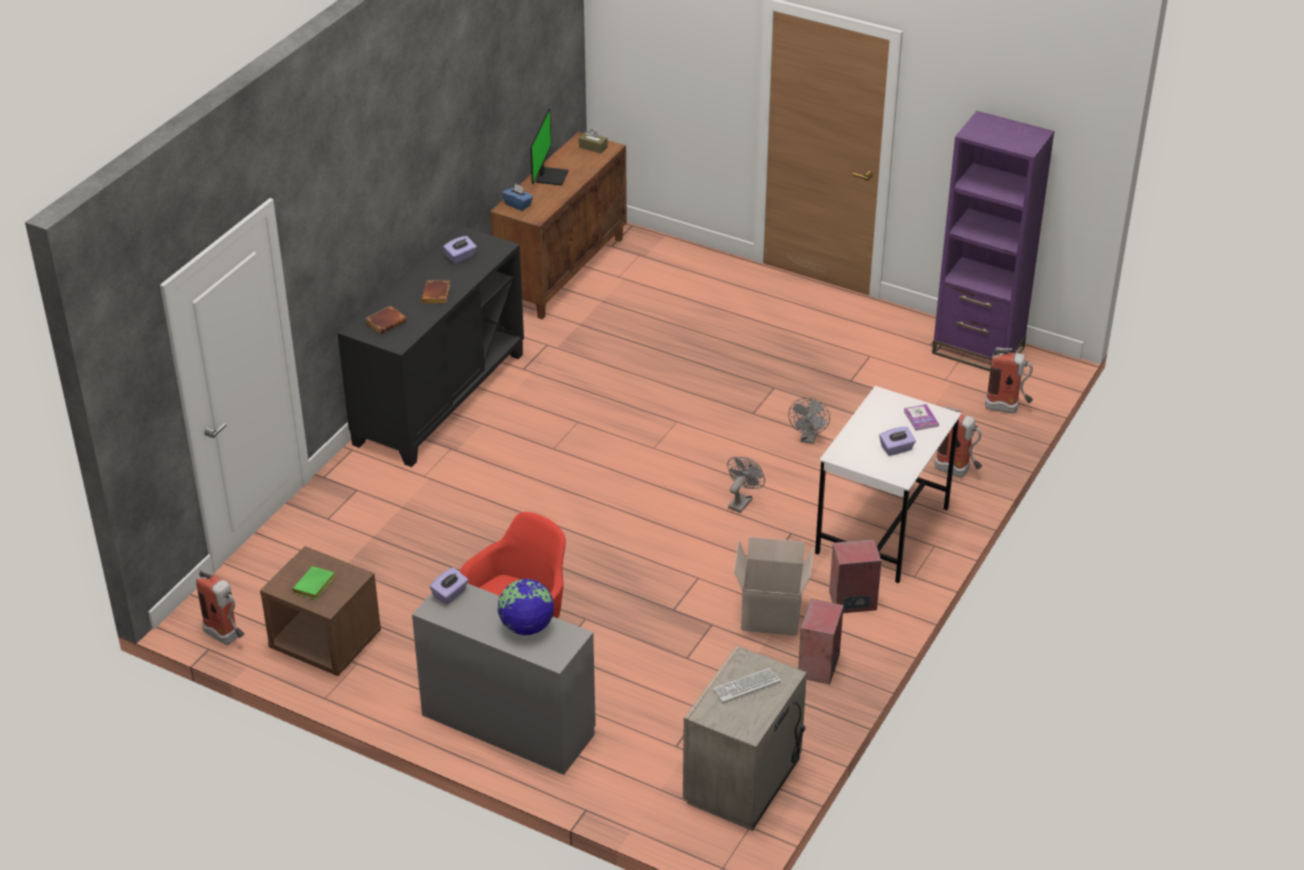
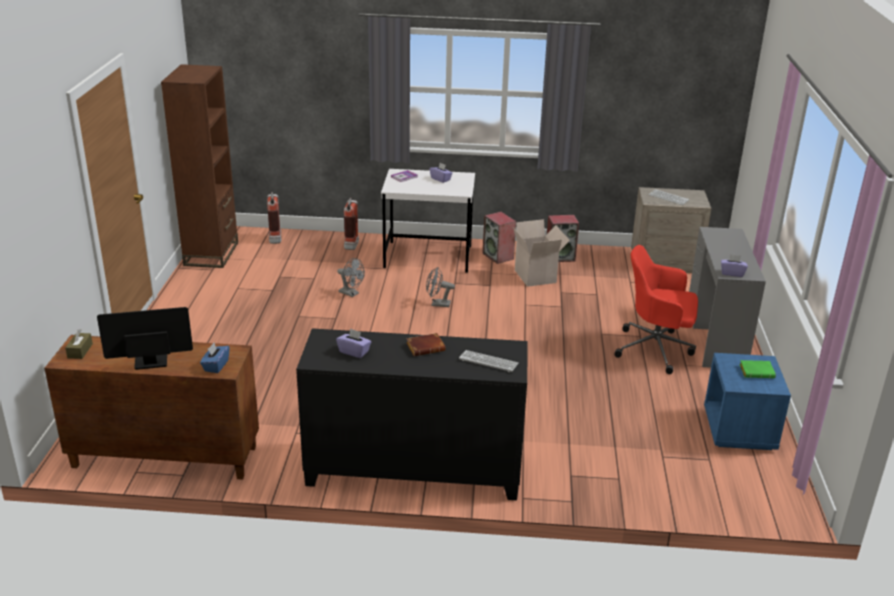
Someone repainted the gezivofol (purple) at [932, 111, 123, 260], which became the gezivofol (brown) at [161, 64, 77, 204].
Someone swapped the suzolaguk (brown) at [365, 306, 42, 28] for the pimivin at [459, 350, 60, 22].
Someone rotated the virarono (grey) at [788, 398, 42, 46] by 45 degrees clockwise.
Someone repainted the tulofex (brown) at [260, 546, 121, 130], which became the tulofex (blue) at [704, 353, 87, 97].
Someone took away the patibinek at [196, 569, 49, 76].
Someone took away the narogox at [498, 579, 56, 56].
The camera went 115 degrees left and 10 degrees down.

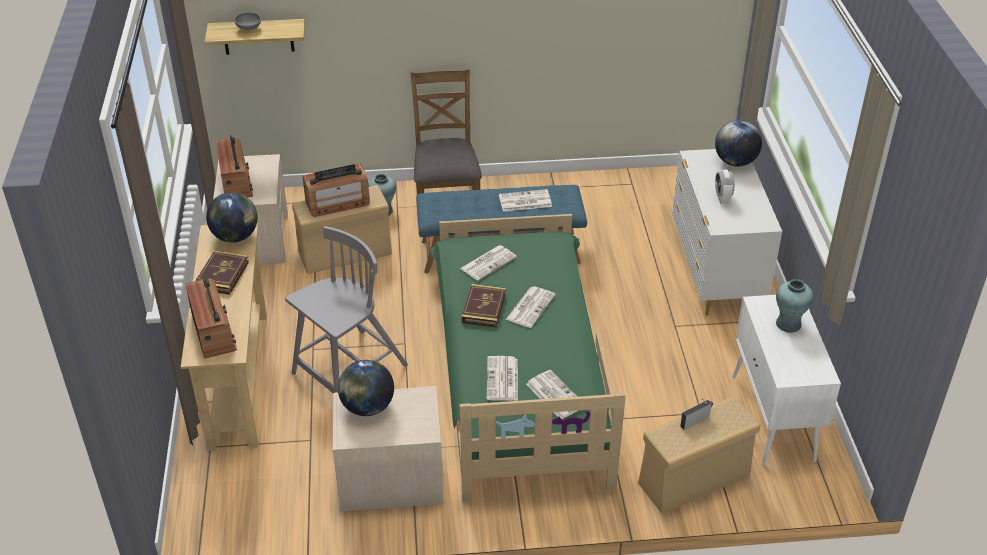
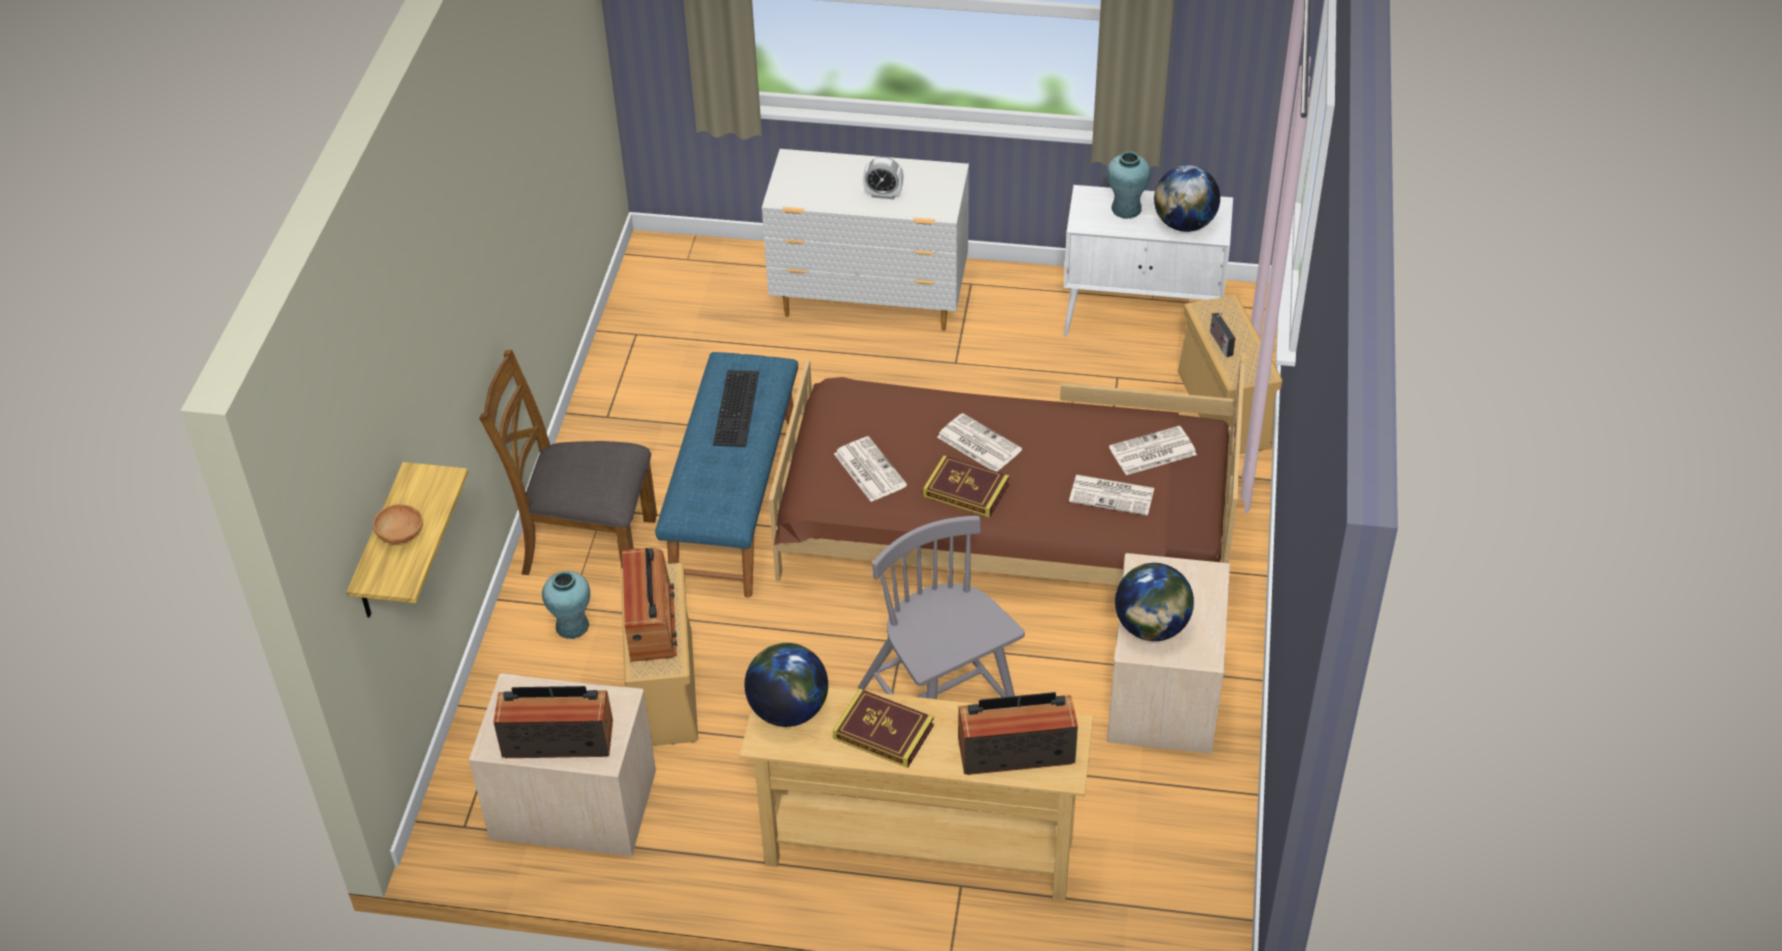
Someone repainted the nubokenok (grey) at [234, 12, 27, 18], which became the nubokenok (brown) at [373, 504, 50, 40].
Someone carried the narogox from [715, 120, 47, 47] to [1154, 165, 66, 67].
Someone swapped the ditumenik at [499, 189, 53, 23] for the pimivin at [713, 370, 46, 77].
Someone repainted the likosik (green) at [430, 214, 196, 289], which became the likosik (brown) at [769, 352, 477, 233].
The camera went 75 degrees left and 5 degrees up.

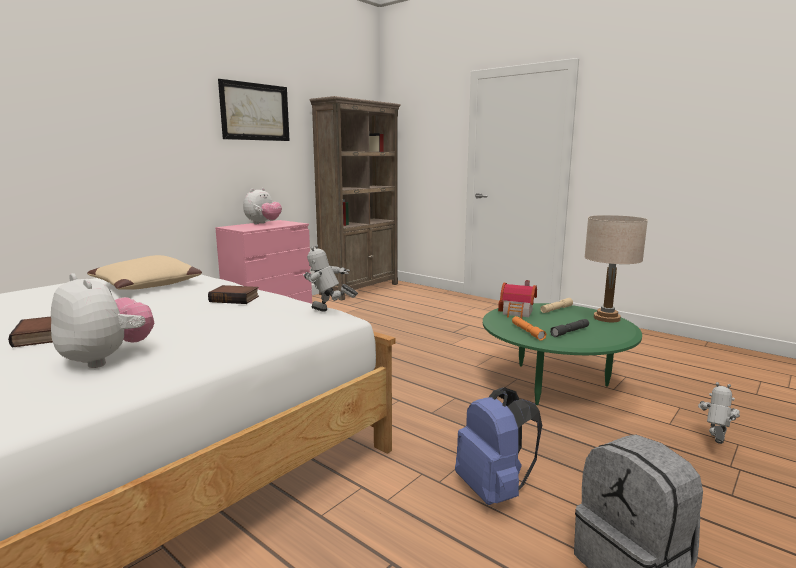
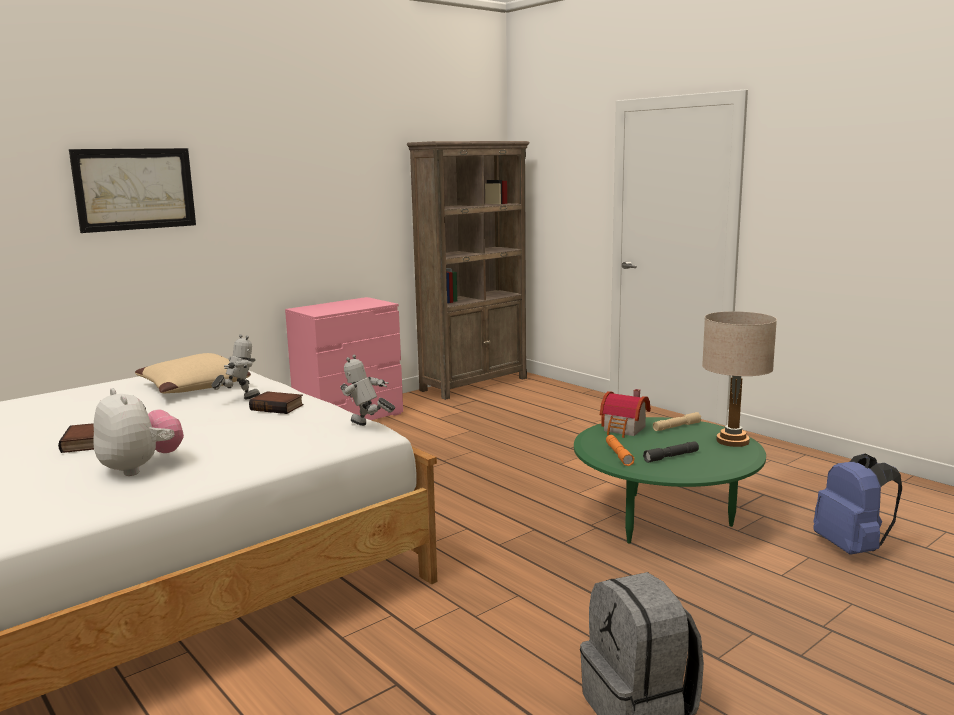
Someone carried the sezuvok from [218, 79, 72, 62] to [69, 148, 127, 85].
Someone took away the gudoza at [243, 188, 39, 36].
Someone carried the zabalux from [698, 382, 42, 62] to [211, 334, 49, 65].
Someone carried the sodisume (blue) from [455, 387, 87, 118] to [813, 454, 89, 101].
The camera went 10 degrees right and 0 degrees up.

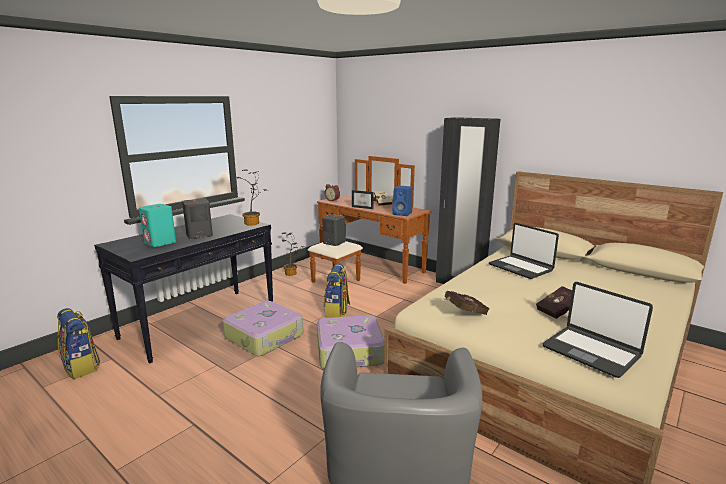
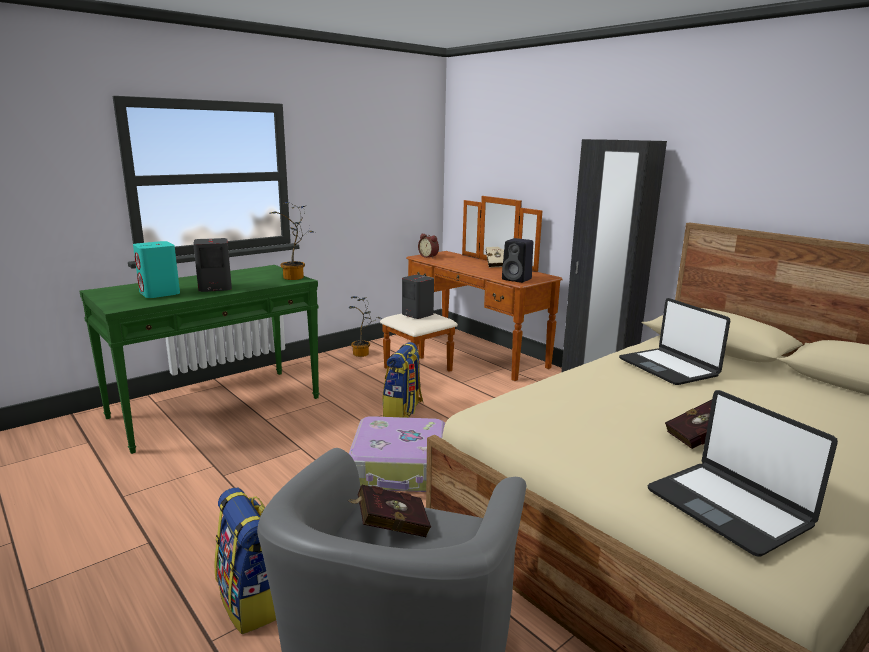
Someone repainted the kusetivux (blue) at [392, 186, 20, 30], which became the kusetivux (black) at [502, 238, 31, 45].
Someone took away the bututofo at [352, 190, 22, 19].
Someone repainted the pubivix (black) at [94, 214, 179, 149], which became the pubivix (green) at [79, 265, 240, 189].
Someone carried the suzolaguk (red) from [444, 291, 46, 24] to [347, 485, 84, 52].
Someone took away the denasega at [223, 301, 81, 55].
Someone carried the sodisume from [57, 308, 43, 71] to [214, 488, 62, 146].
The camera went 10 degrees right and 0 degrees up.

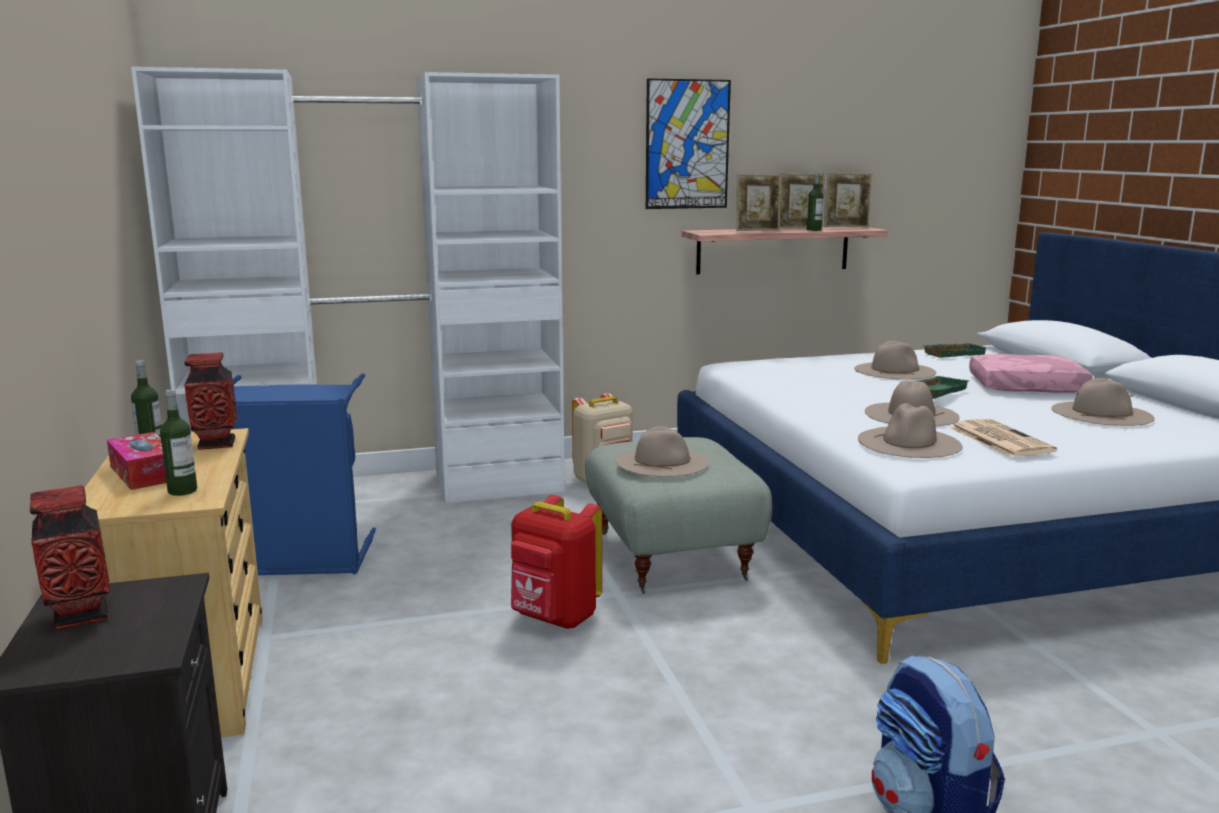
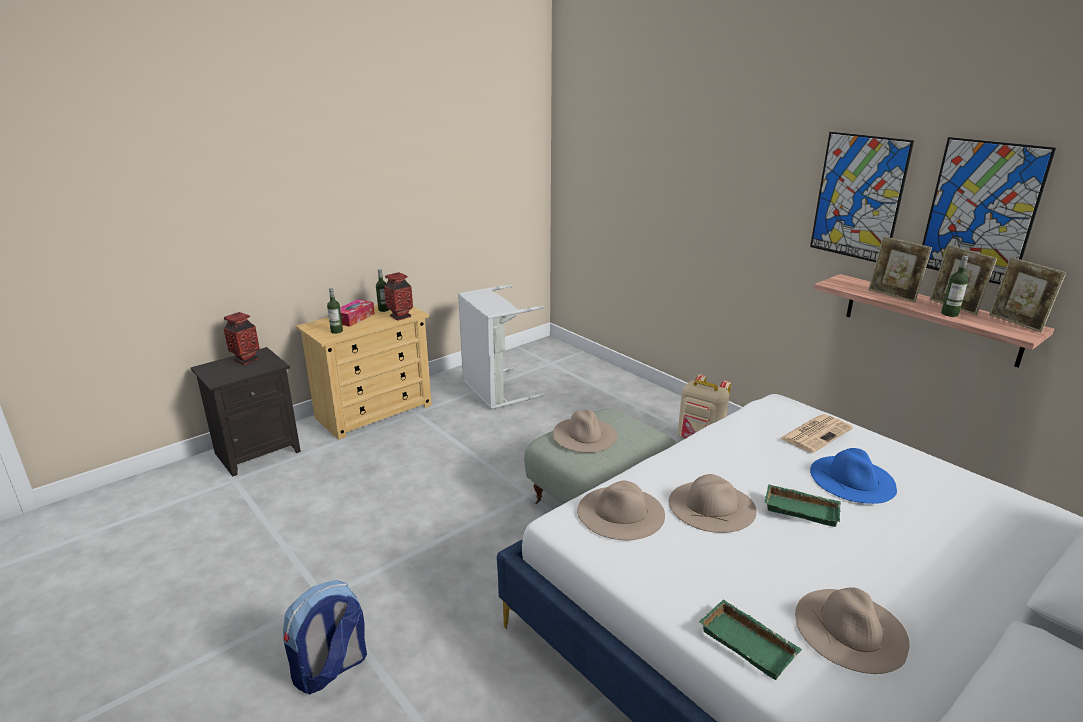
Someone took away the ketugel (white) at [131, 67, 434, 436].
Someone repainted the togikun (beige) at [854, 341, 83, 39], which became the togikun (blue) at [810, 448, 87, 56].
Someone carried the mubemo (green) from [922, 343, 66, 15] to [699, 599, 103, 81].
Someone took away the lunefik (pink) at [969, 354, 124, 39].
Someone repainted the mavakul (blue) at [232, 373, 144, 202], which became the mavakul (grey) at [458, 285, 86, 124].
Someone carried the ditumenik from [950, 419, 107, 38] to [780, 414, 73, 39].
Someone took away the sodisume (red) at [511, 495, 91, 134].
Someone put up the sezuvok at [922, 137, 134, 148].
The camera went 65 degrees right and 10 degrees up.

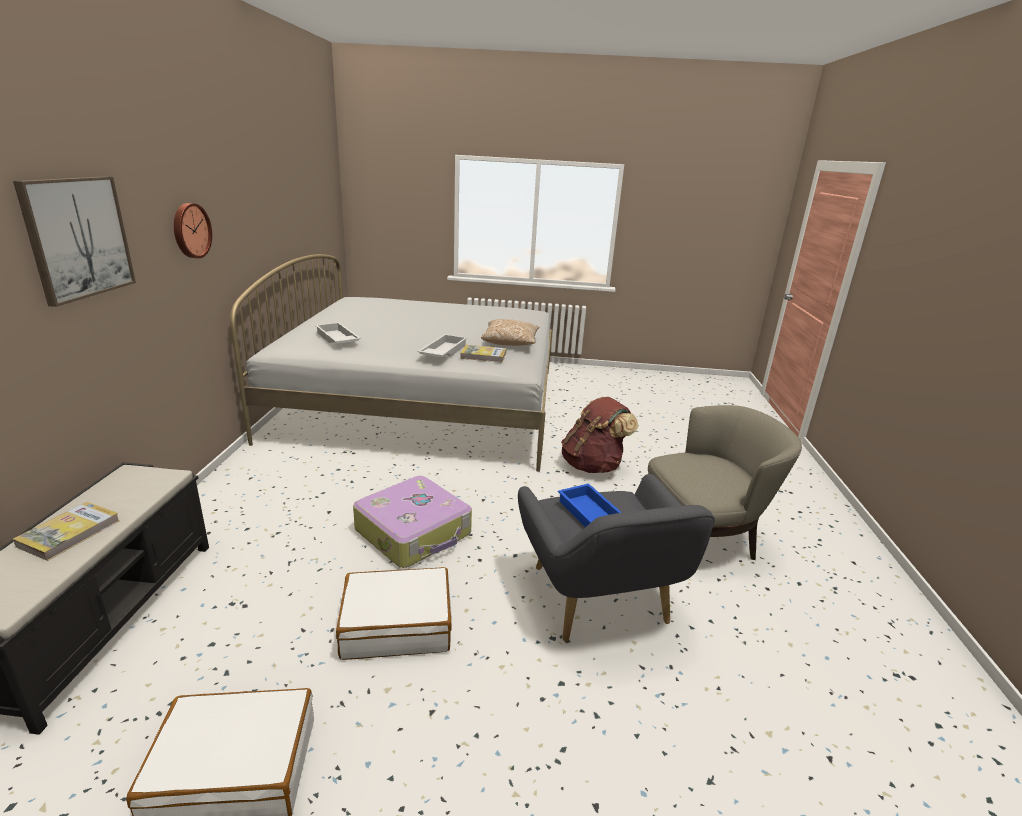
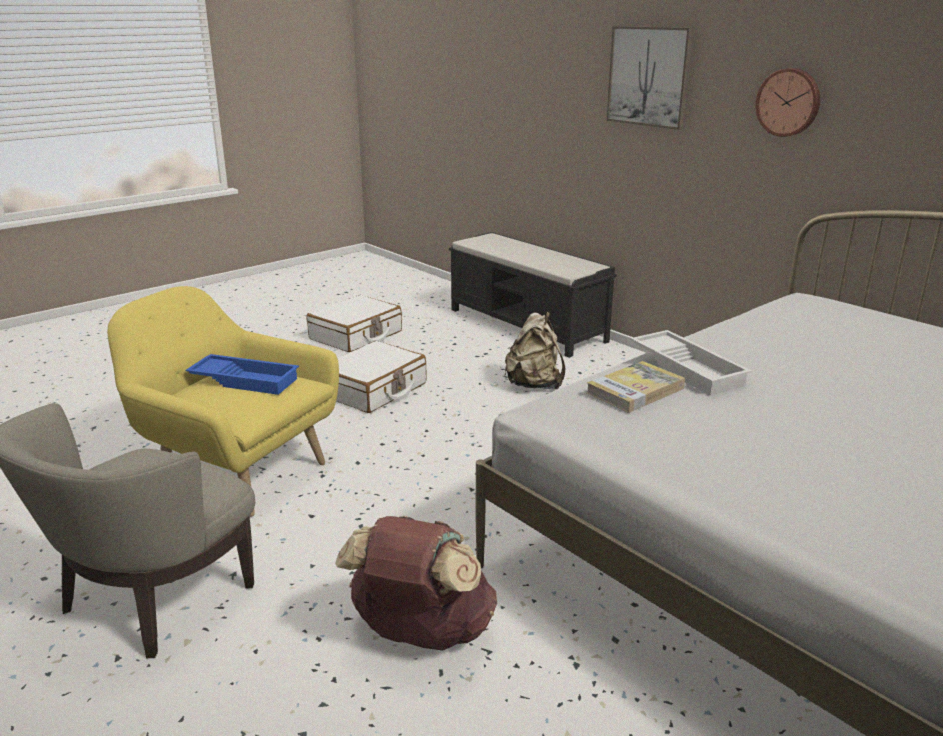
Someone took away the lunefik at [481, 319, 58, 27].
Someone took away the mubemo (white) at [315, 322, 46, 22].
Someone repainted the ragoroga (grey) at [518, 474, 197, 168], which became the ragoroga (yellow) at [107, 286, 232, 231].
Someone took away the denasega at [353, 476, 119, 92].
Someone took away the suzolaguk at [13, 502, 107, 59].
Someone put down the sodisume (beige) at [504, 312, 61, 77].
The camera went 135 degrees right and 0 degrees up.

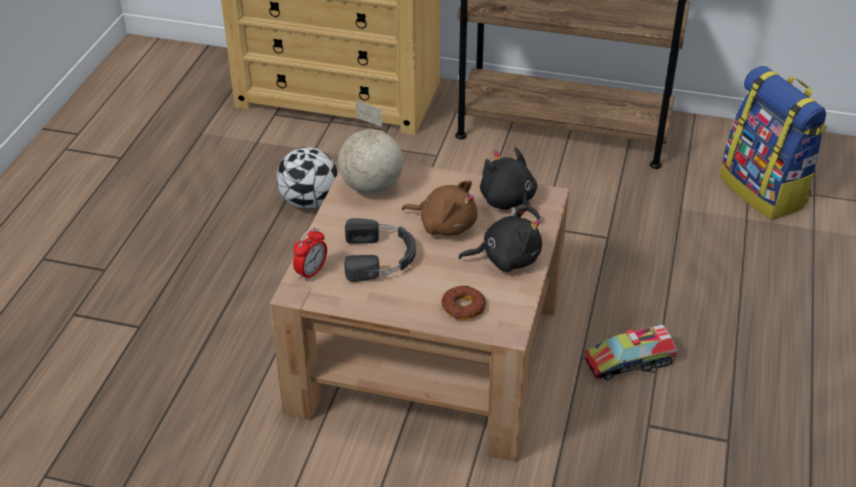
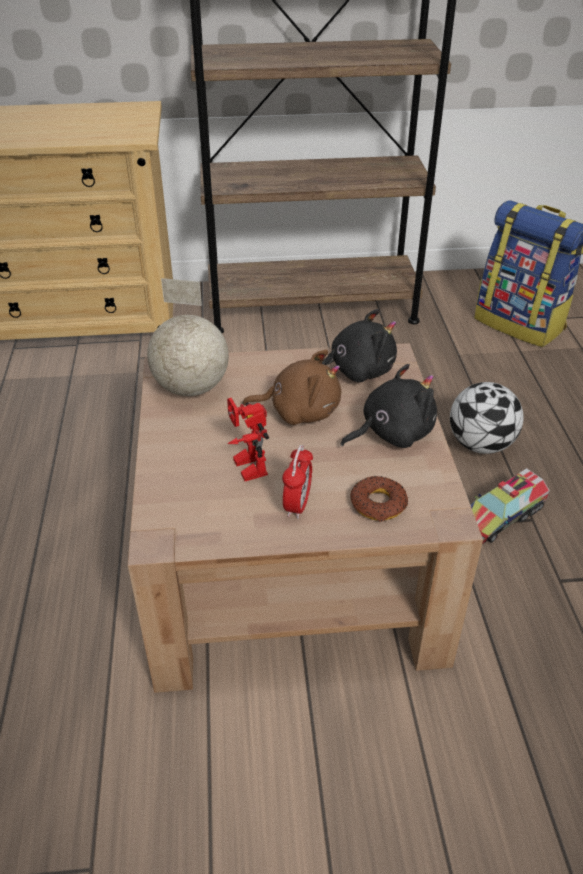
Someone carried the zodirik from [276, 147, 62, 62] to [450, 382, 74, 72].
Someone rotated the gudoza (black) at [480, 147, 60, 73] by 135 degrees clockwise.
Someone swapped the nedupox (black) at [344, 218, 72, 64] for the zabalux at [227, 398, 42, 83].
Someone carried the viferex from [293, 227, 34, 54] to [282, 445, 31, 74].
The camera went 20 degrees left and 0 degrees up.

